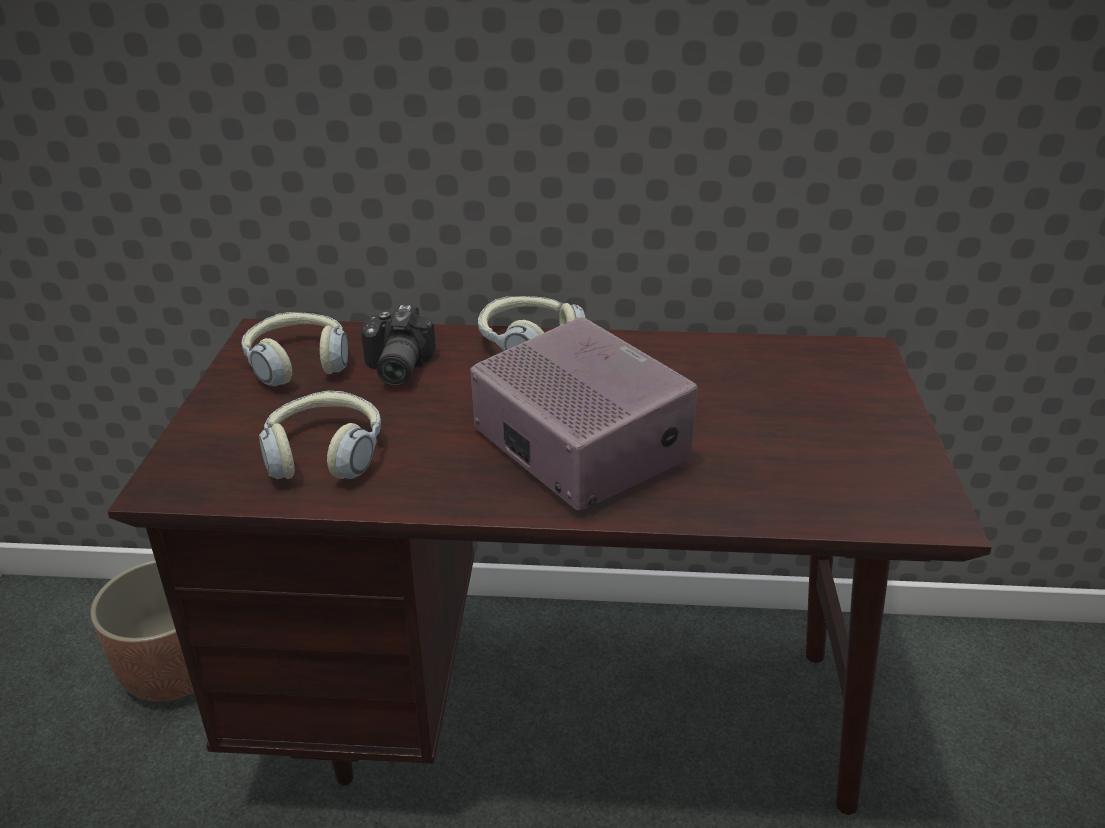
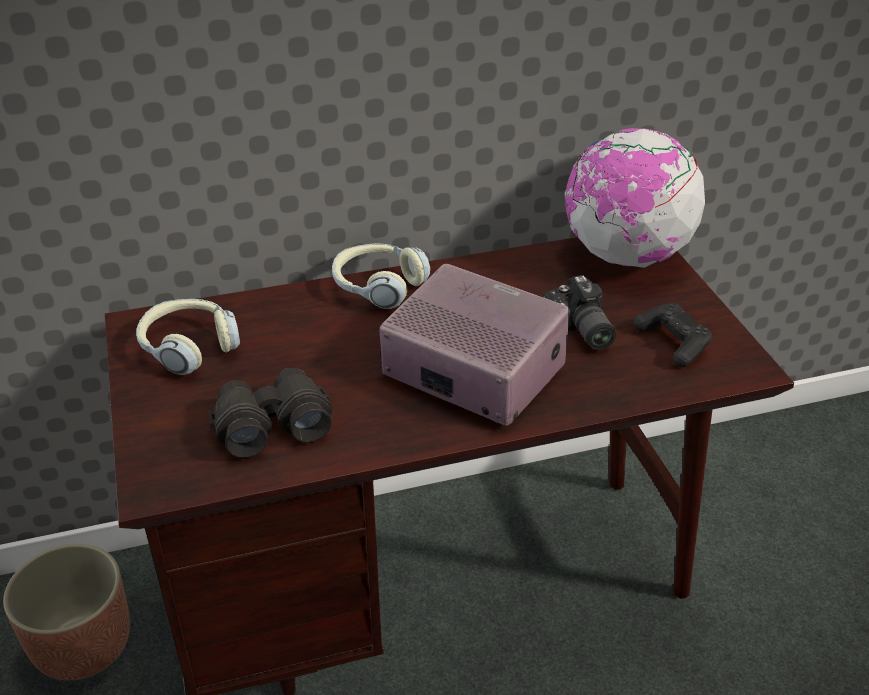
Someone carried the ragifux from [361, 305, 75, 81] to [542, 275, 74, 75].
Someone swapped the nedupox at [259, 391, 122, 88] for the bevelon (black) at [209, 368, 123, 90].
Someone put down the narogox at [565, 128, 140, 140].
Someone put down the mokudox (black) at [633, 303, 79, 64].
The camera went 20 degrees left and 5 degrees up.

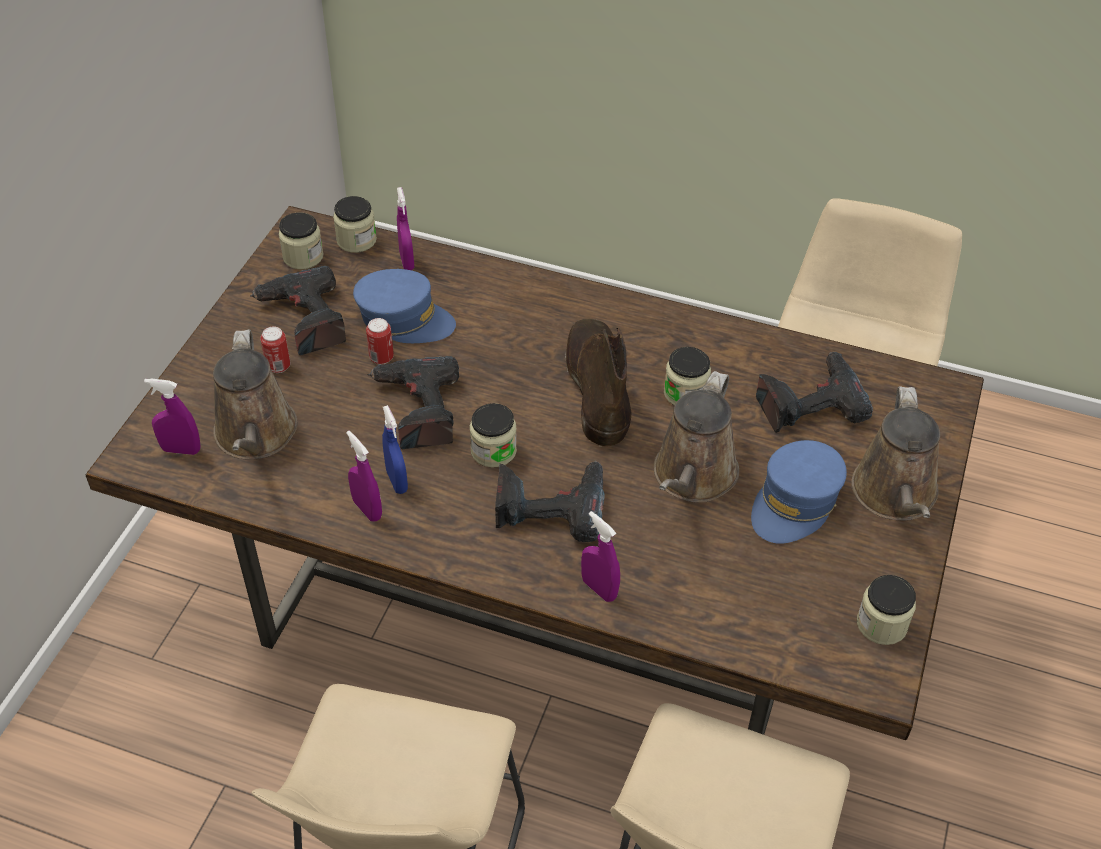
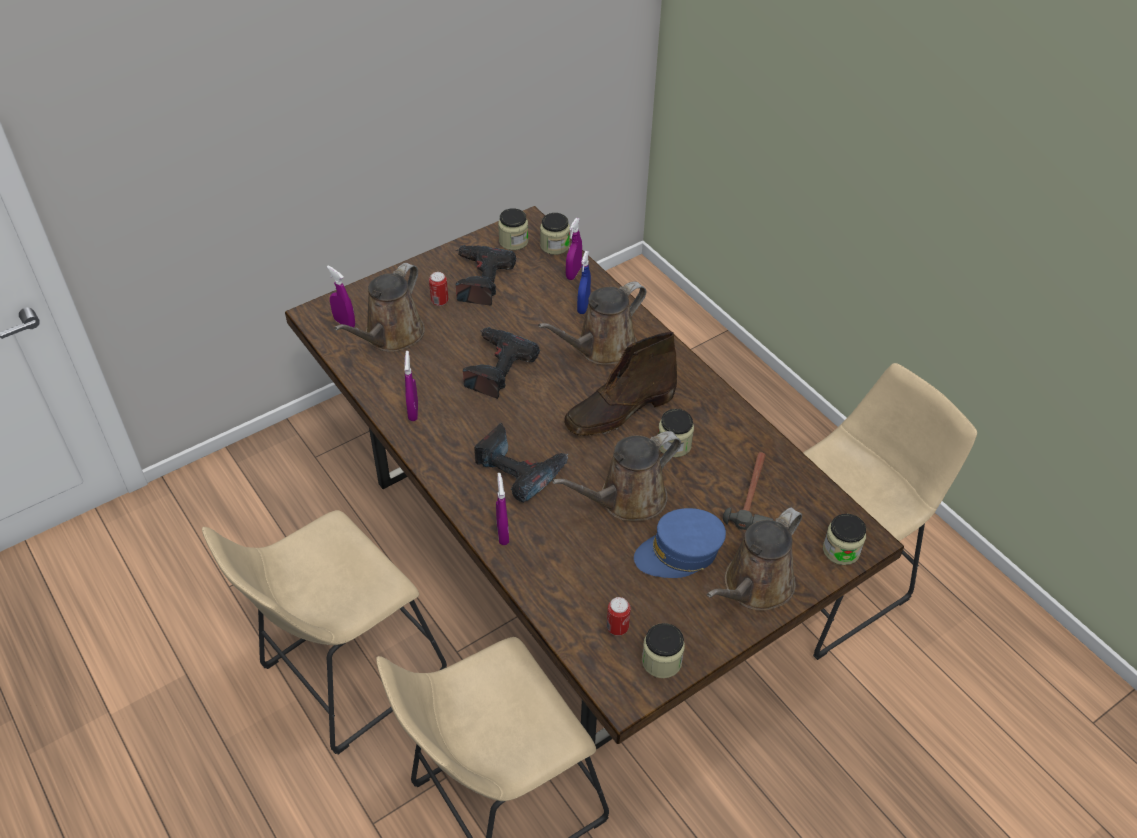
Someone took away the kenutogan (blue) at [353, 269, 103, 74].
Someone carried the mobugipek from [366, 318, 28, 47] to [607, 597, 24, 39].
Someone rotated the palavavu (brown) at [565, 319, 66, 128] by 150 degrees counterclockwise.
Someone swapped the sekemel at [756, 352, 117, 81] for the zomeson at [723, 452, 50, 78].
Someone carried the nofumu from [470, 403, 47, 65] to [823, 514, 43, 51].
Someone carried the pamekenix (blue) from [382, 405, 26, 89] to [577, 251, 14, 63].
Someone put down the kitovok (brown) at [538, 282, 108, 83].
The camera went 35 degrees right and 0 degrees up.

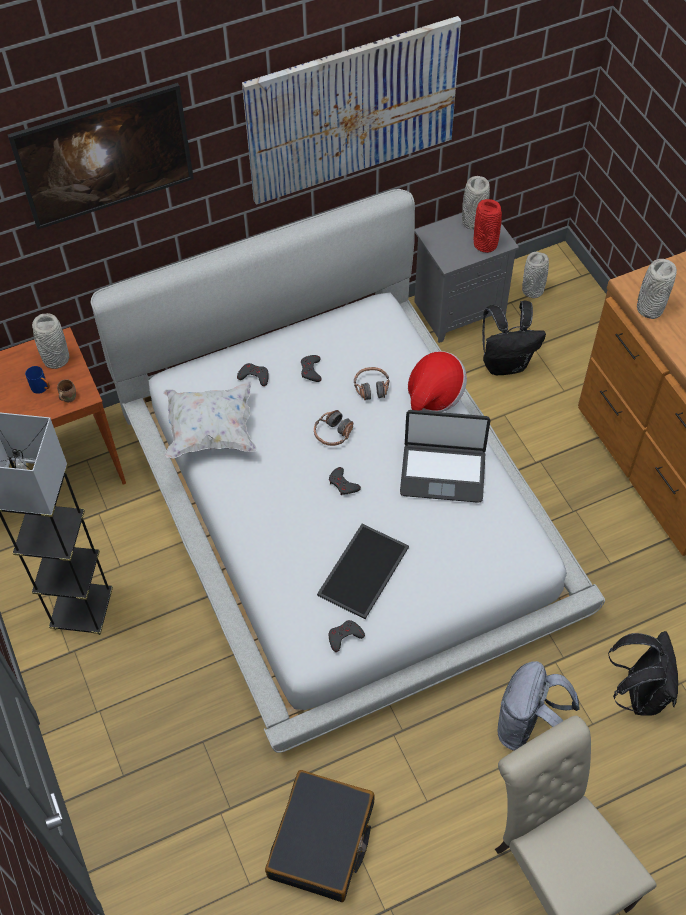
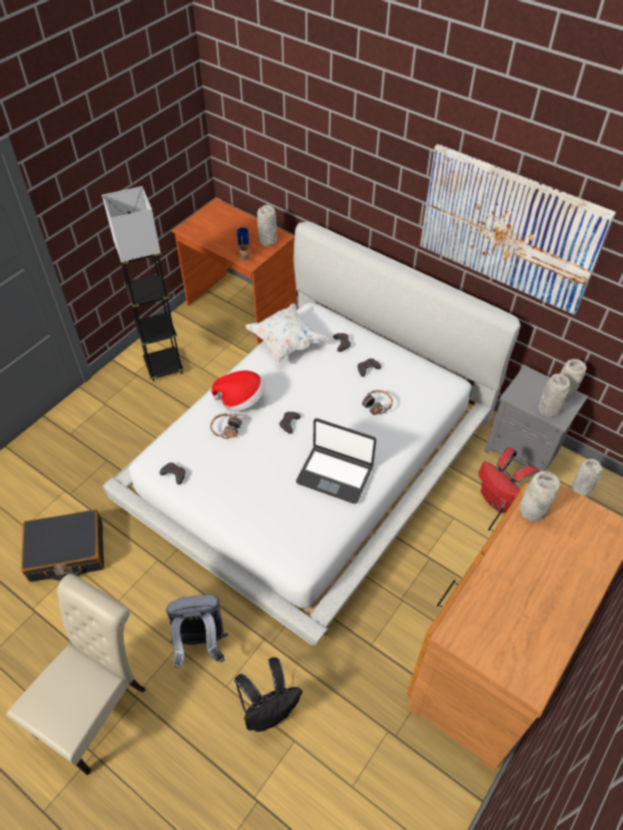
Someone took away the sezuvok at [8, 83, 186, 147].
Someone repainted the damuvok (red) at [474, 199, 28, 54], which became the damuvok (grey) at [539, 374, 31, 44].
Someone repainted the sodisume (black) at [482, 301, 64, 74], which became the sodisume (red) at [479, 448, 60, 65].
Someone carried the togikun from [408, 351, 59, 61] to [211, 370, 55, 41].
Someone carried the nedupox from [314, 410, 39, 36] to [210, 413, 32, 26].
Someone rotated the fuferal at [400, 410, 91, 93] by 45 degrees counterclockwise.
Someone took away the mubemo at [317, 524, 92, 95].
The camera went 60 degrees right and 5 degrees down.

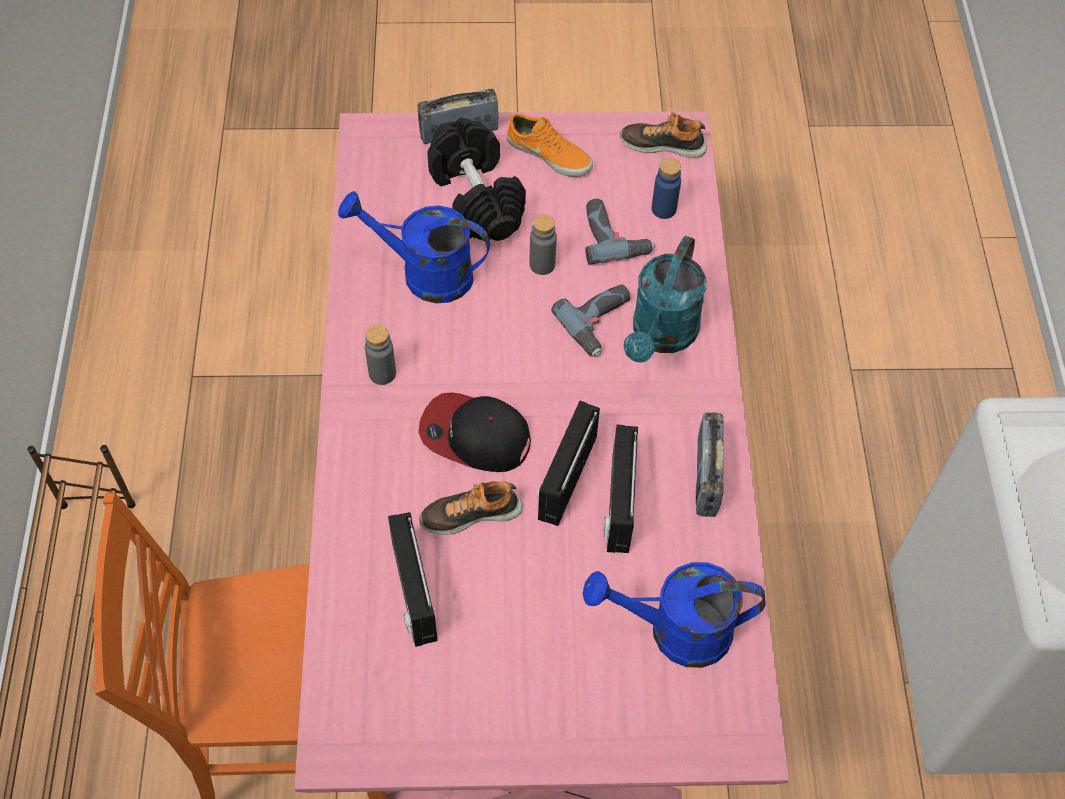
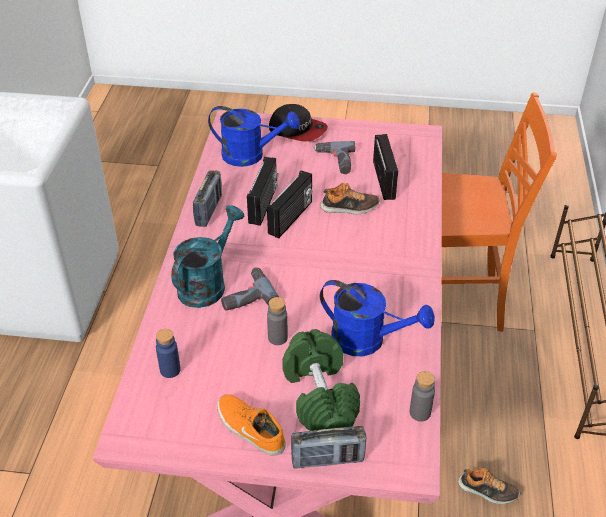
Someone carried the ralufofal from [620, 112, 87, 46] to [458, 468, 63, 36].
Someone repainted the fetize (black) at [427, 118, 99, 123], which became the fetize (green) at [282, 329, 78, 102].
Someone carried the sekemel from [586, 198, 69, 67] to [313, 141, 42, 33].
Someone carried the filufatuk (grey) from [365, 325, 31, 60] to [410, 371, 25, 51].
Someone carried the kenutogan from [418, 393, 113, 79] to [269, 104, 59, 37].
The camera went 170 degrees left and 15 degrees down.

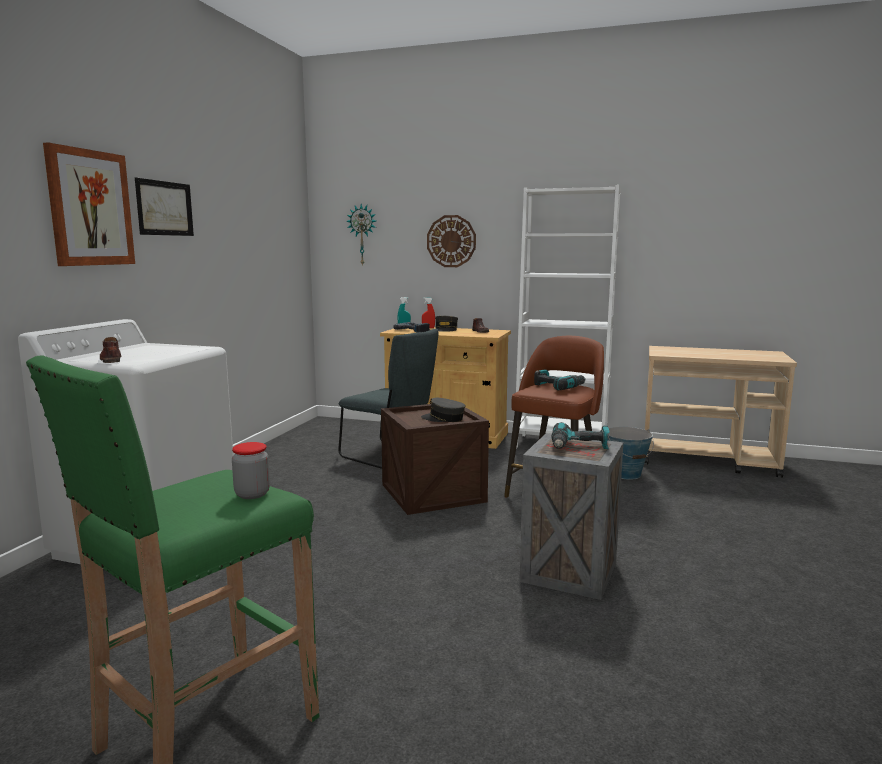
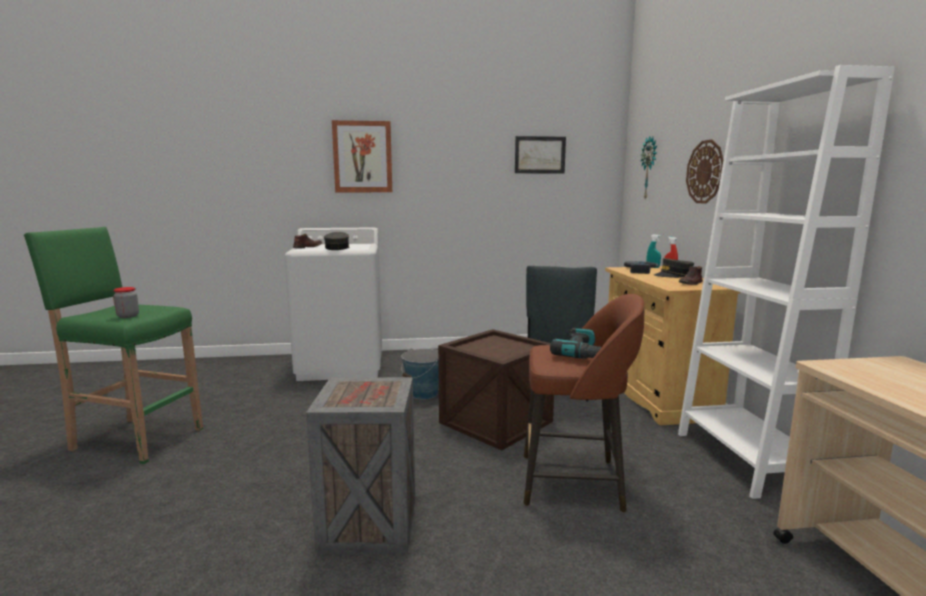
Someone carried the sezuvok from [135, 178, 59, 58] to [515, 136, 51, 38].
Someone carried the kenutogan (grey) from [421, 398, 45, 24] to [324, 232, 26, 18].
Someone took away the sekemel at [551, 422, 59, 27].
Someone carried the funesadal from [607, 427, 47, 53] to [401, 348, 38, 52].
The camera went 65 degrees right and 0 degrees up.

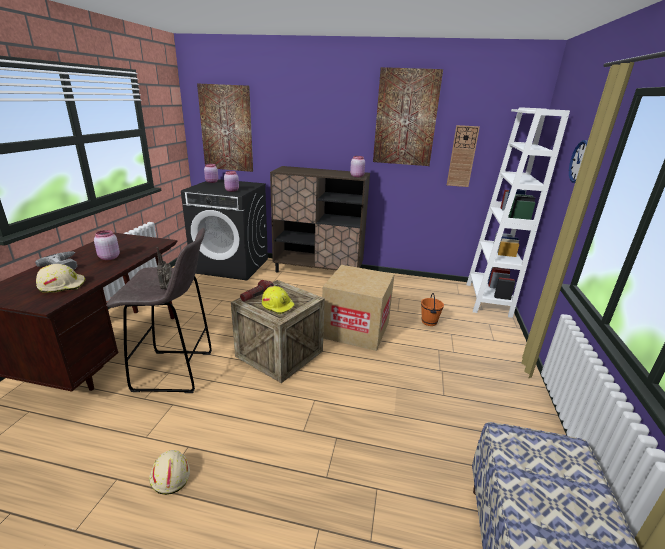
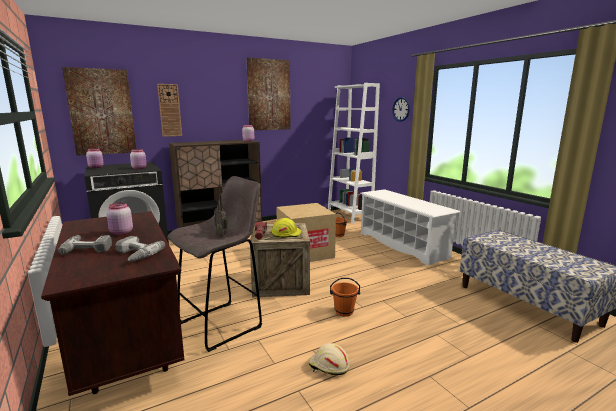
Someone carried the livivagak from [447, 125, 33, 62] to [157, 84, 25, 53].
Someone swapped the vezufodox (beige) at [36, 264, 49, 29] for the sekemel at [115, 236, 50, 25].
Someone put down the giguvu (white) at [360, 189, 101, 77].
Someone put down the funesadal (orange) at [330, 278, 30, 39].
The camera went 40 degrees left and 10 degrees down.

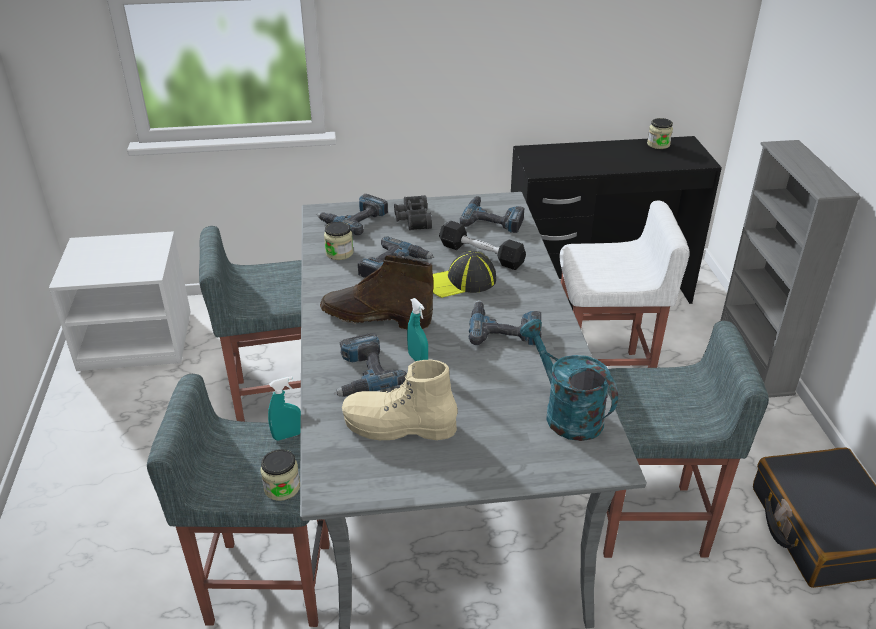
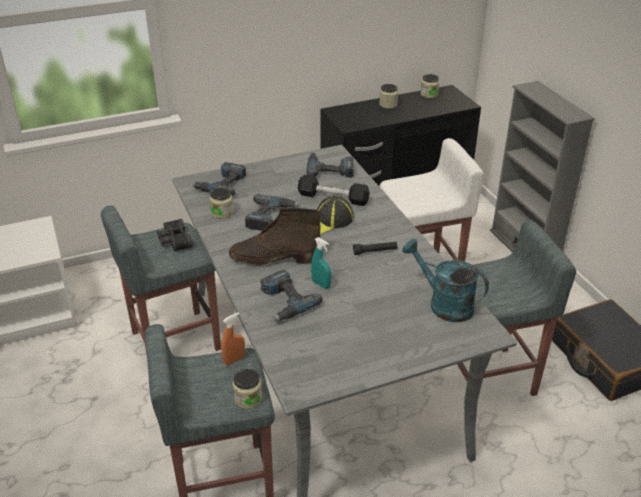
Someone carried the bevelon (black) from [394, 195, 38, 35] to [157, 219, 36, 33].
Someone swapped the sekemel at [469, 300, 73, 45] for the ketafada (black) at [353, 242, 44, 13].
Someone took away the palavavu (beige) at [342, 360, 116, 80].
Someone repainted the pamekenix (turquoise) at [268, 376, 33, 65], which became the pamekenix (orange) at [221, 312, 24, 53].
Someone put down the nofumu at [379, 84, 19, 25].
The camera went 15 degrees left and 0 degrees up.

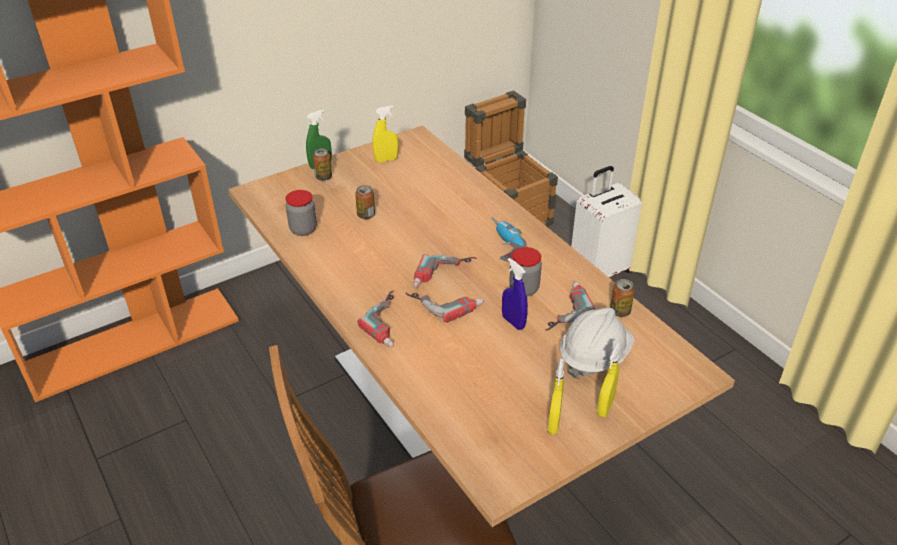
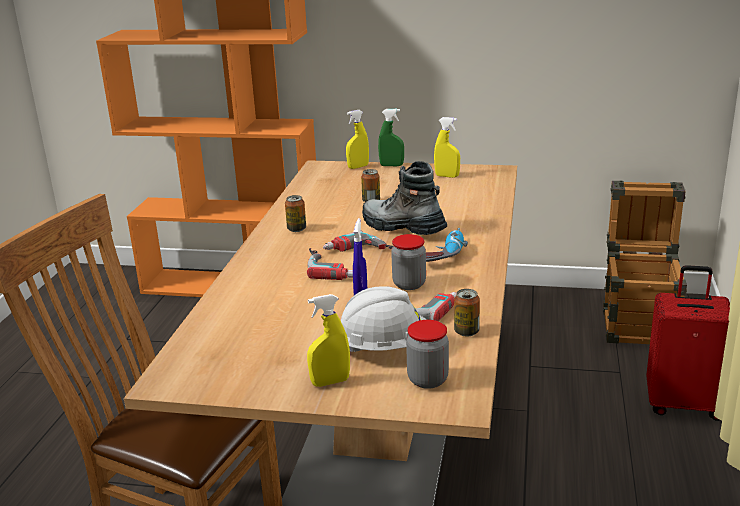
Someone carried the mobugipek from [313, 148, 19, 33] to [285, 195, 21, 37].
Someone repainted the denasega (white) at [571, 166, 71, 111], which became the denasega (red) at [646, 265, 84, 156].
Someone carried the nofumu from [286, 190, 31, 46] to [406, 320, 43, 69].
Someone took away the sekemel at [357, 291, 37, 56].
Someone carried the pamekenix (yellow) from [547, 359, 17, 76] to [346, 110, 23, 59].
Someone put down the palavavu at [362, 161, 85, 74].
The camera went 45 degrees right and 15 degrees down.

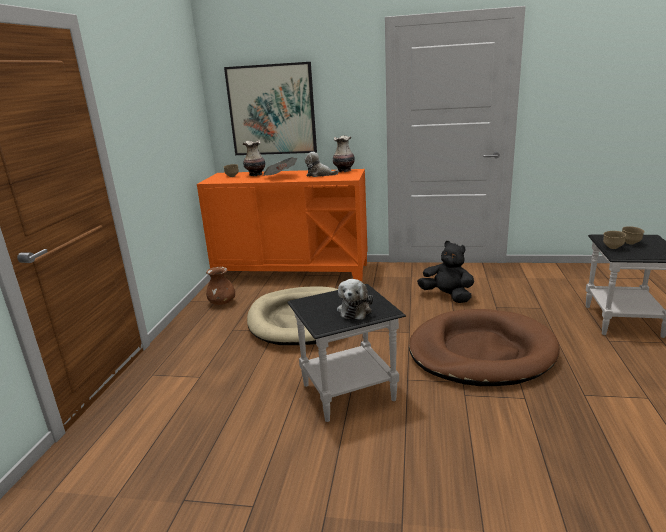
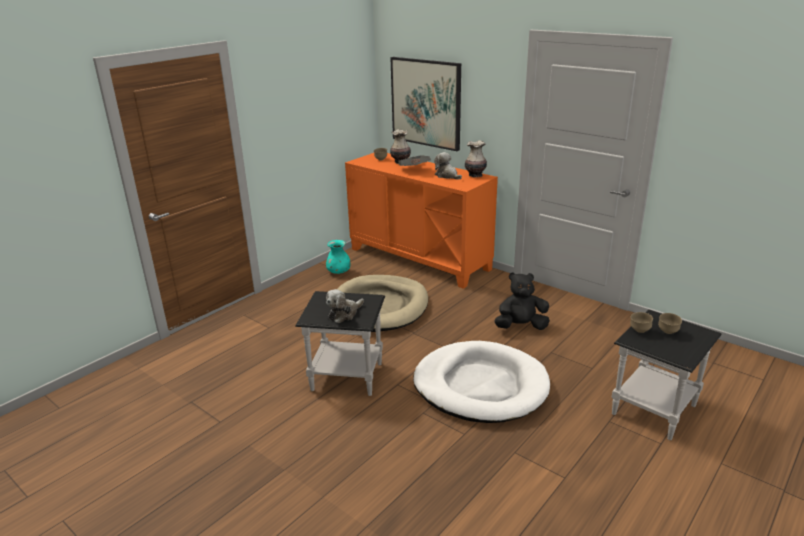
Someone rotated the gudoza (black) at [417, 241, 57, 62] by 75 degrees counterclockwise.
Someone repainted the damuvok (brown) at [206, 267, 29, 38], which became the damuvok (turquoise) at [326, 240, 25, 34].
Someone repainted the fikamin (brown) at [409, 309, 151, 77], which became the fikamin (white) at [413, 341, 137, 82].
The camera went 30 degrees right and 5 degrees up.

